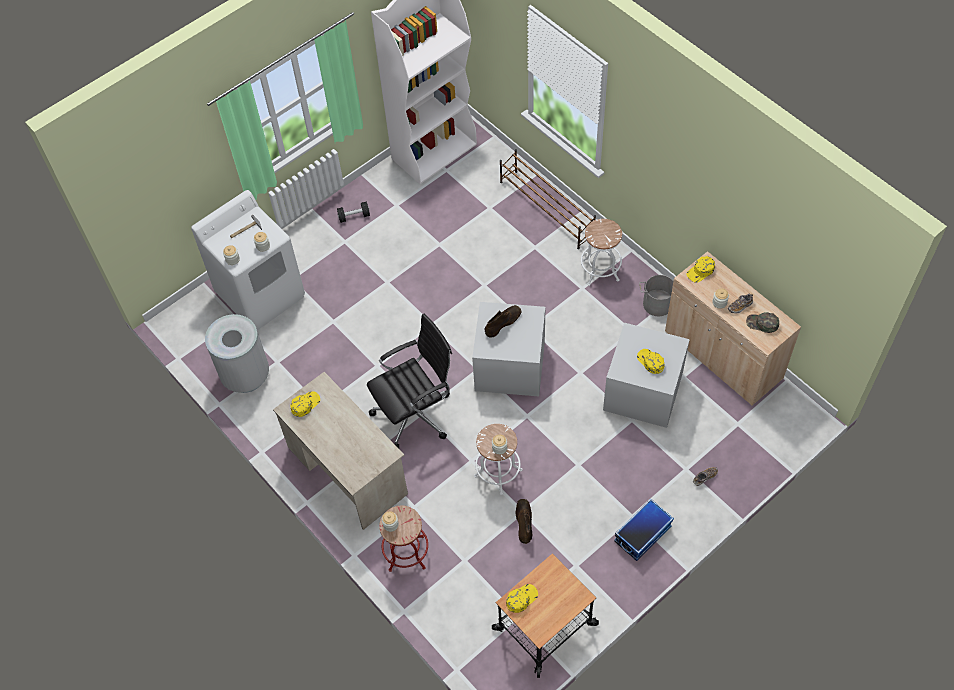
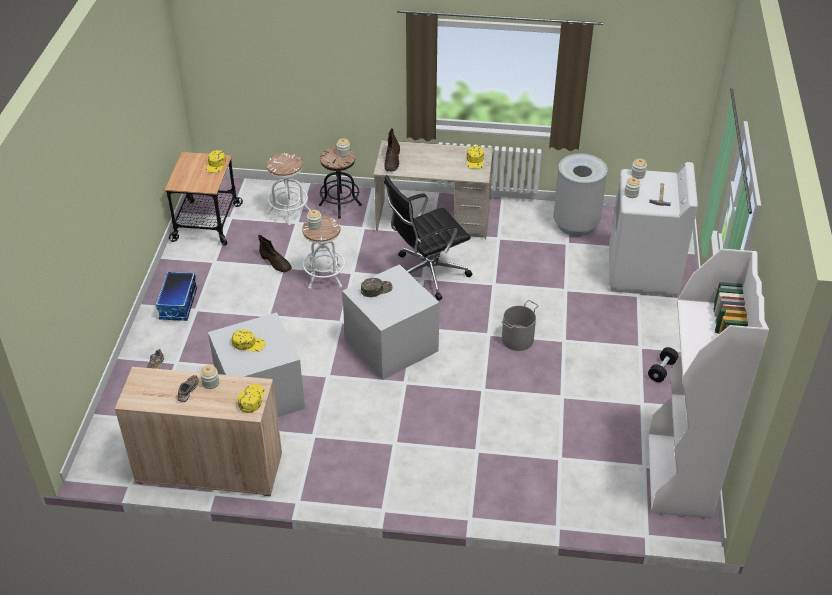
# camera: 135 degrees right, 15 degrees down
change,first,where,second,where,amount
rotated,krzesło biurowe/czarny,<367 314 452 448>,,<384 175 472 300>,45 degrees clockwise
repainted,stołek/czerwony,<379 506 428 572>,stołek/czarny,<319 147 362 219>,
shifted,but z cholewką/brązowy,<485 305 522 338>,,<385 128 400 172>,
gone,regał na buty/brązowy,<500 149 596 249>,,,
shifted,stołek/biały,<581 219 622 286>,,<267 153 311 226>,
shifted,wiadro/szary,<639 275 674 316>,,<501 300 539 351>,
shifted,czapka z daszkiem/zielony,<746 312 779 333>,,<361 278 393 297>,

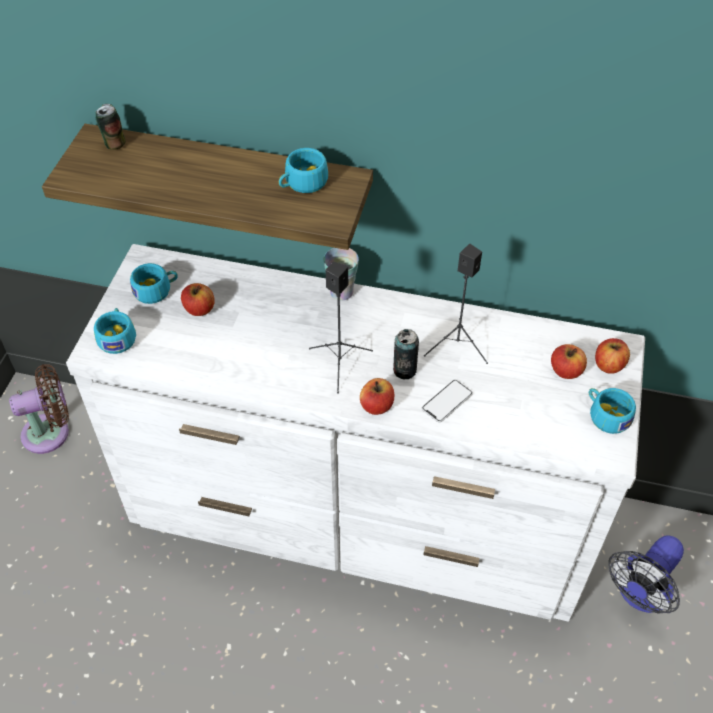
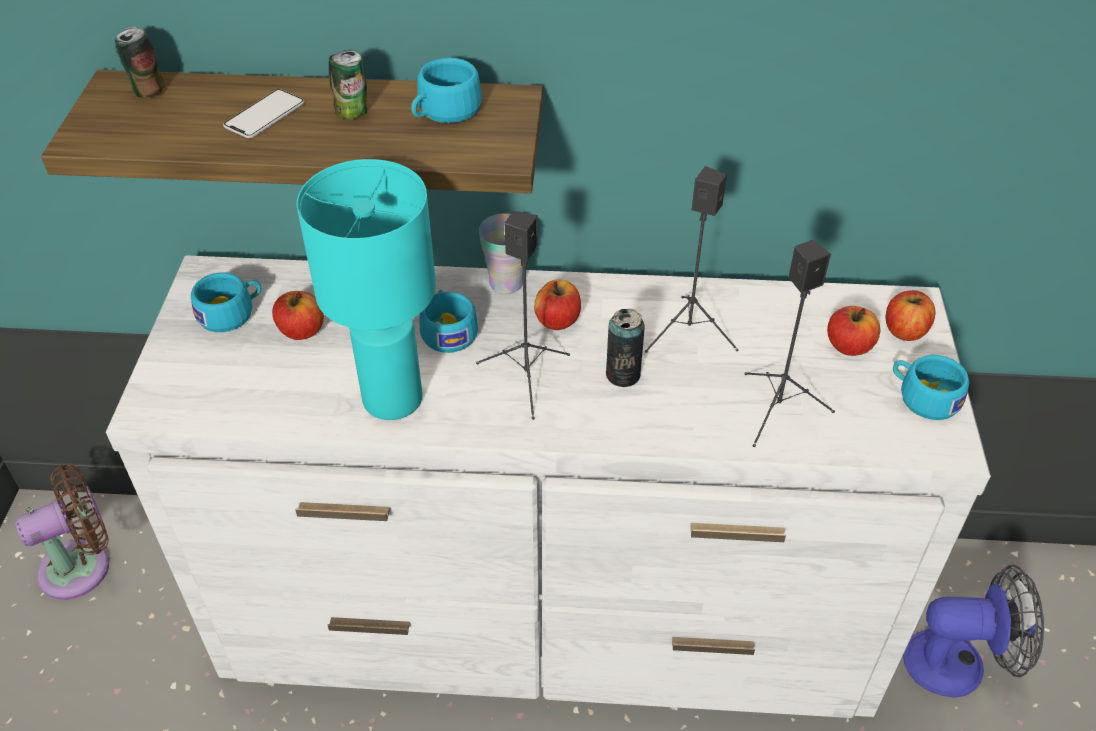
# camera: 10 degrees left, 5 degrees down
change,first,where,second,where,amount
shifted,filiżanka/turkusowy,<94 308 136 354>,,<419 289 478 353>,
shifted,jabłko,<360 378 394 415>,,<534 279 581 330>,
shifted,telefon,<422 380 473 422>,,<223 89 305 138>,
rotated,wentylator,<608 535 684 614>,,<903 565 1044 698>,120 degrees counterclockwise
new,,,lampa stołowa/turkusowy,<297 159 436 420>,
new,,,puszka,<329 50 367 119>,
new,,,głośnik/czarny,<745 240 835 447>,

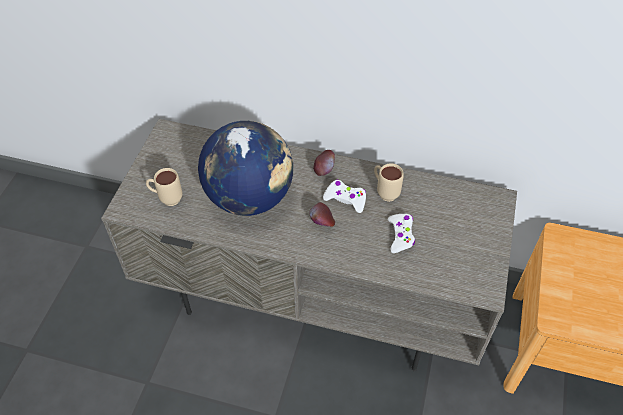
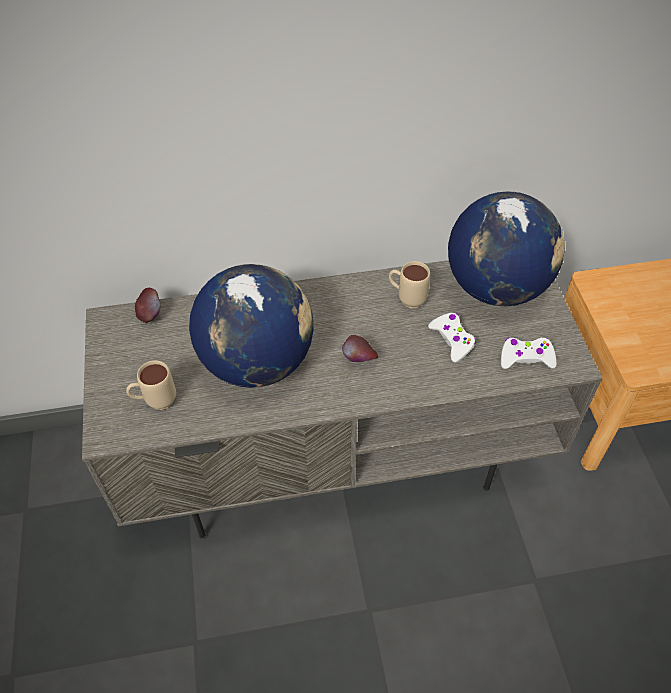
# camera: 25 degrees left, 0 degrees up
change,first,where,second,where,amount
shifted,jabłko,<313 150 335 176>,,<135 288 160 323>,
shifted,pad do gier/biały,<323 180 366 213>,,<501 338 556 369>,
new,,,globus,<448 192 565 306>,

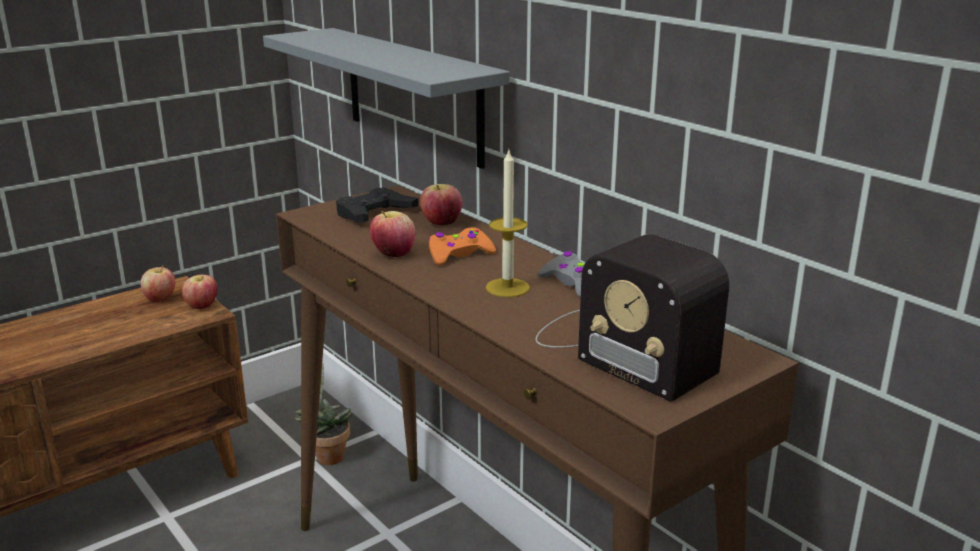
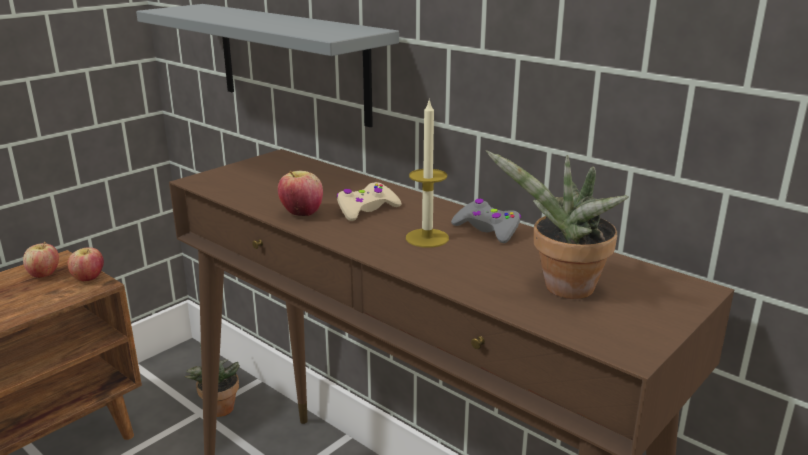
# camera: 10 degrees left, 0 degrees up
change,first,where,second,where,amount
gone,pad do gier/czarny,<336 187 419 223>,,,
gone,jabłko,<420 184 463 225>,,,
repainted,pad do gier/pomarańczowy,<429 227 496 265>,pad do gier/beżowy,<337 182 402 221>,
swapped,radio,<535 234 729 402>,roślina doniczkowa,<486 150 629 299>,

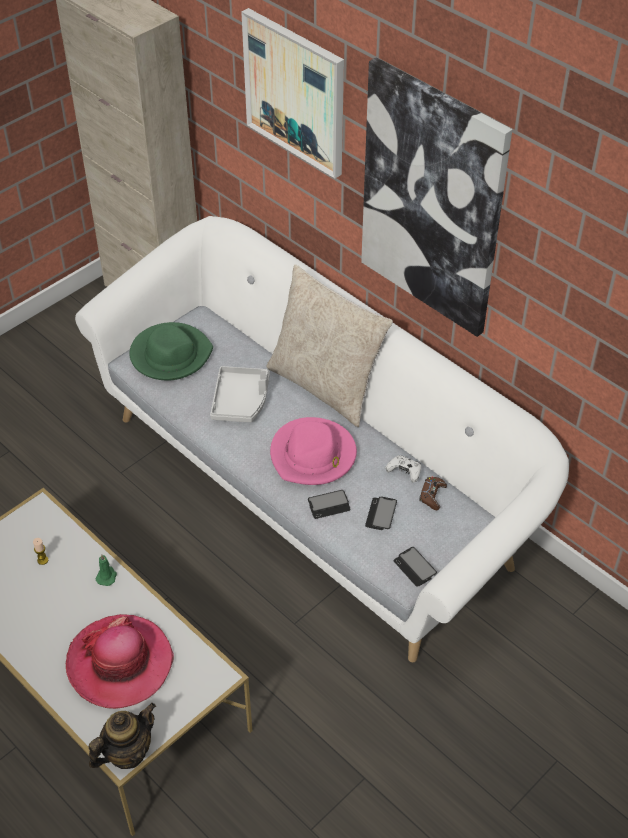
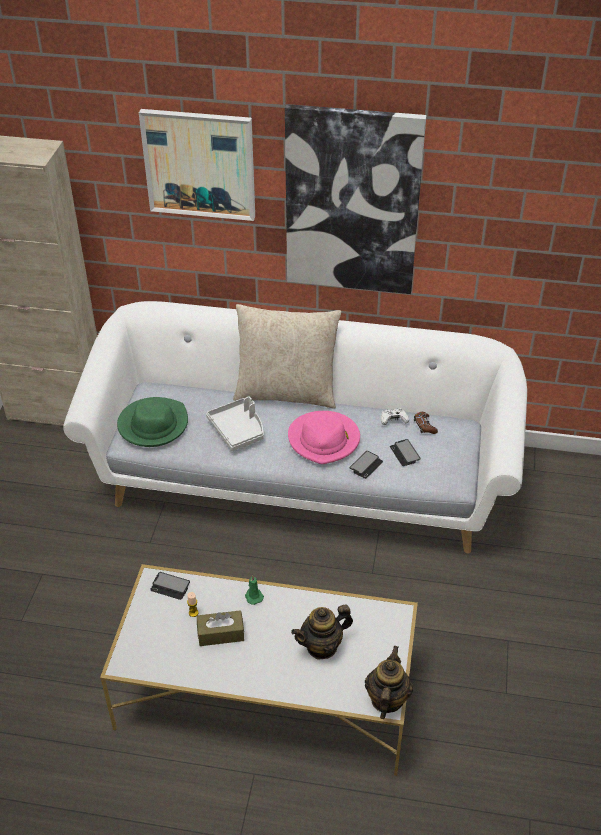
# camera: 35 degrees left, 5 degrees down
change,first,where,second,where,amount
swapped,kapelusz,<66 614 174 709>,imbryk,<291 604 353 659>,
shifted,telefon,<393 547 437 587>,,<150 572 190 600>,
new,,,pudełko chusteczek/brązowy,<197 610 244 646>,

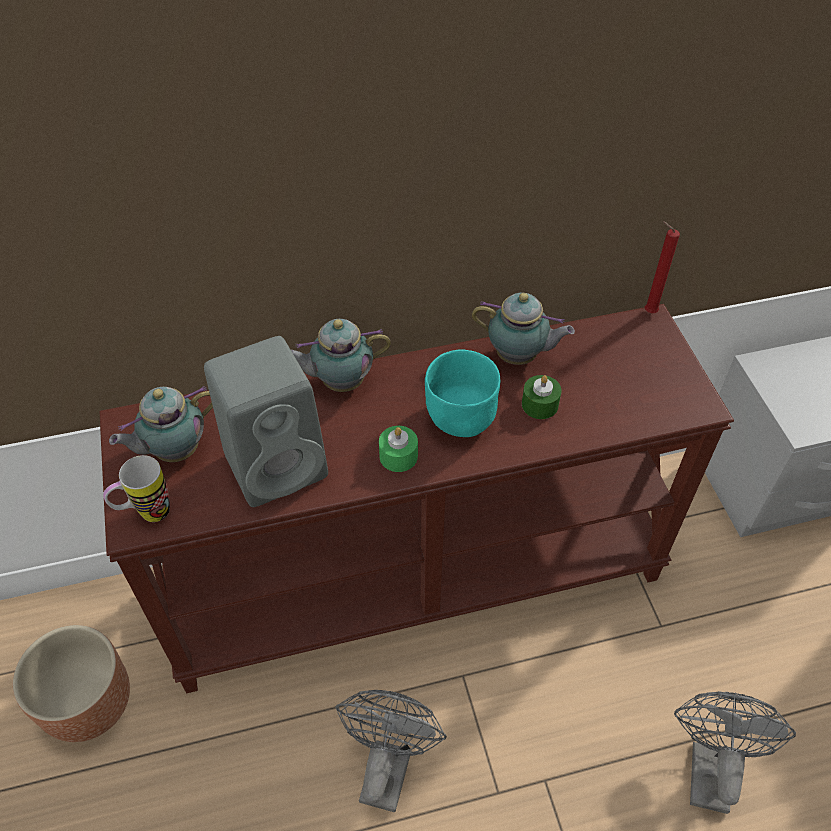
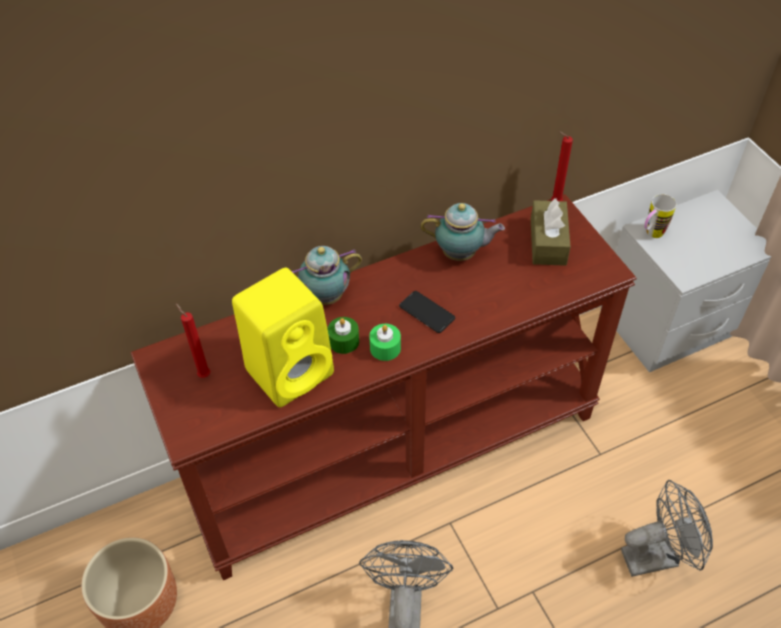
# camera: 10 degrees left, 0 degrees up
change,first,where,second,where,amount
shifted,kubek,<103 455 170 522>,,<644 194 676 238>,
swapped,imbryk,<109 386 213 462>,świeca/czerwony,<176 303 210 378>,
repainted,głośnik/szary,<204 336 328 507>,głośnik/żółty,<232 268 334 408>,
swapped,miska/turkusowy,<425 350 500 437>,telefon,<399 291 455 333>,
shifted,świeca/zielony,<522 375 561 419>,,<327 317 359 354>,
rotated,wentylator/szary,<674 691 796 814>,,<621 480 713 577>,75 degrees clockwise
new,,,pudełko chusteczek/brązowy,<531 198 571 266>,

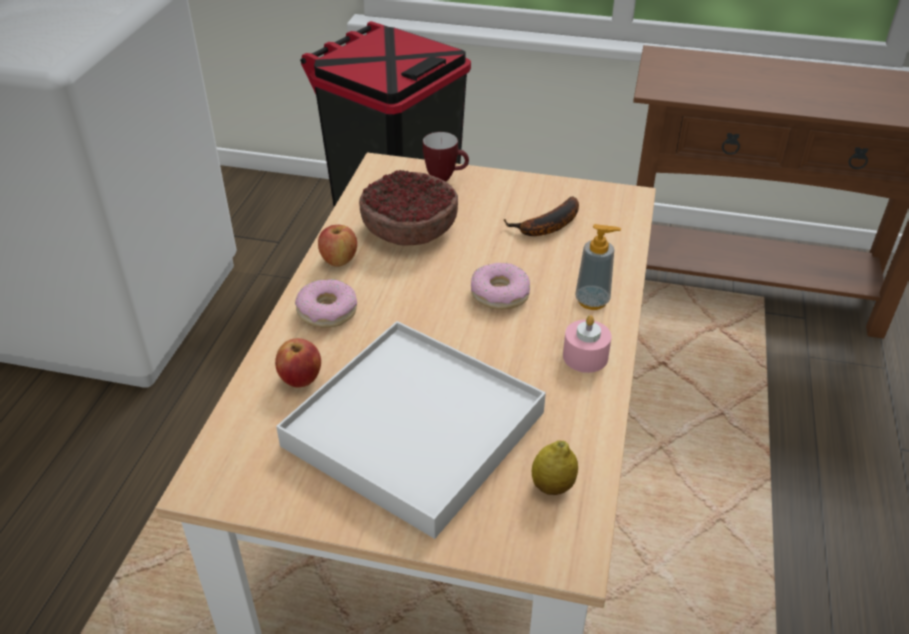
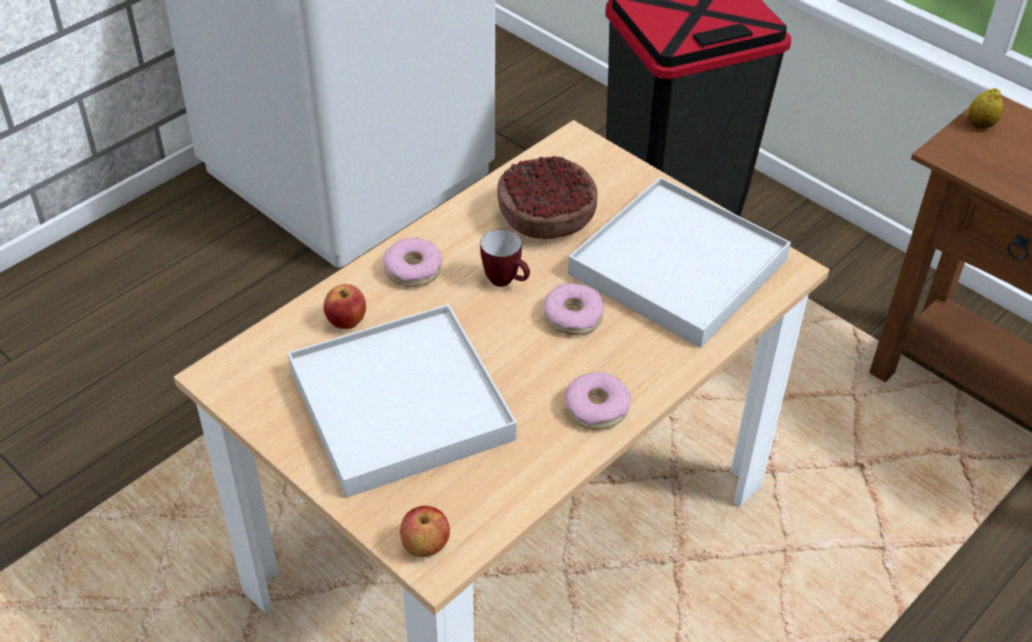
# camera: 30 degrees right, 5 degrees up
change,first,where,second,where,amount
shifted,jabłko,<318 225 357 267>,,<400 506 450 557>,
shifted,kubek,<423 132 469 182>,,<480 229 530 287>,
swapped,banan,<504 196 579 236>,taca/biały,<568 177 791 348>,
shifted,cytryna,<532 440 578 495>,,<968 88 1004 128>,
swapped,świeca/różowy,<563 315 612 373>,donut,<565 372 631 430>,
gone,dozownik mydła,<575 224 621 310>,,,

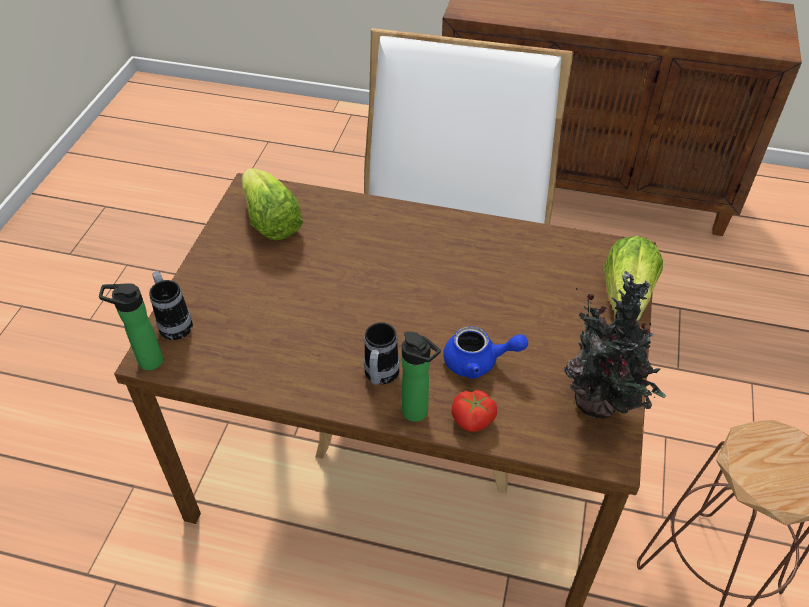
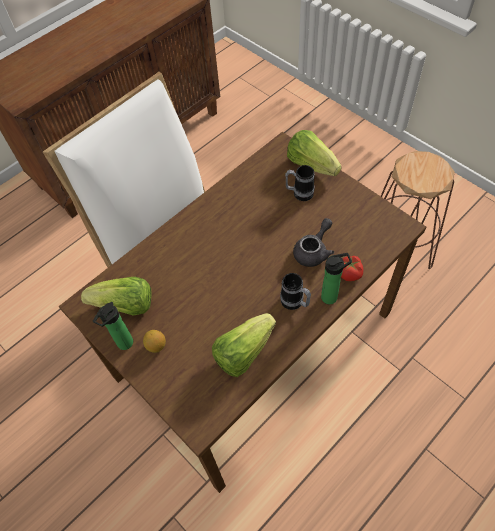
# camera: 55 degrees left, 10 degrees up
change,first,where,second,where,amount
shifted,butelka,<99 283 163 371>,,<93 302 133 350>,
shifted,kubek,<149 271 193 340>,,<285 165 315 201>,
repainted,imbryk/niebieski,<444 326 528 379>,imbryk/szary,<293 218 334 267>,
gone,roślina doniczkowa,<564 270 667 418>,,,
new,,,cytryna,<143 330 166 353>,
new,,,sałata,<212 313 276 377>,

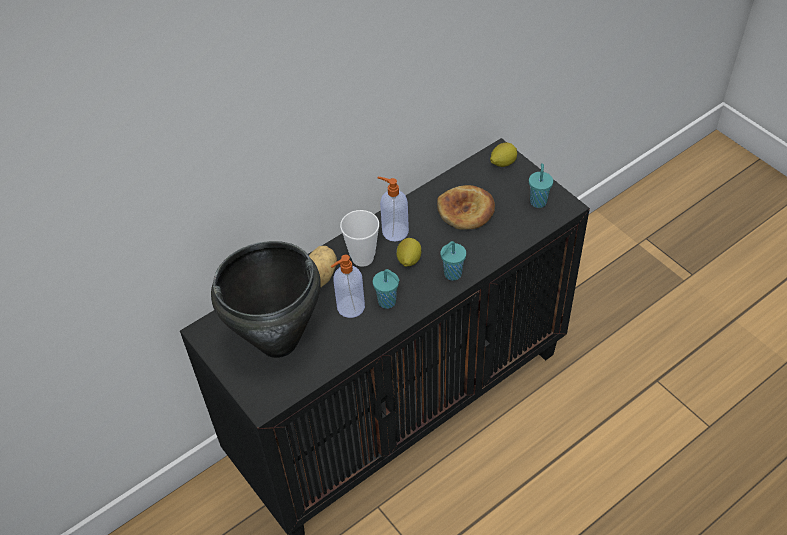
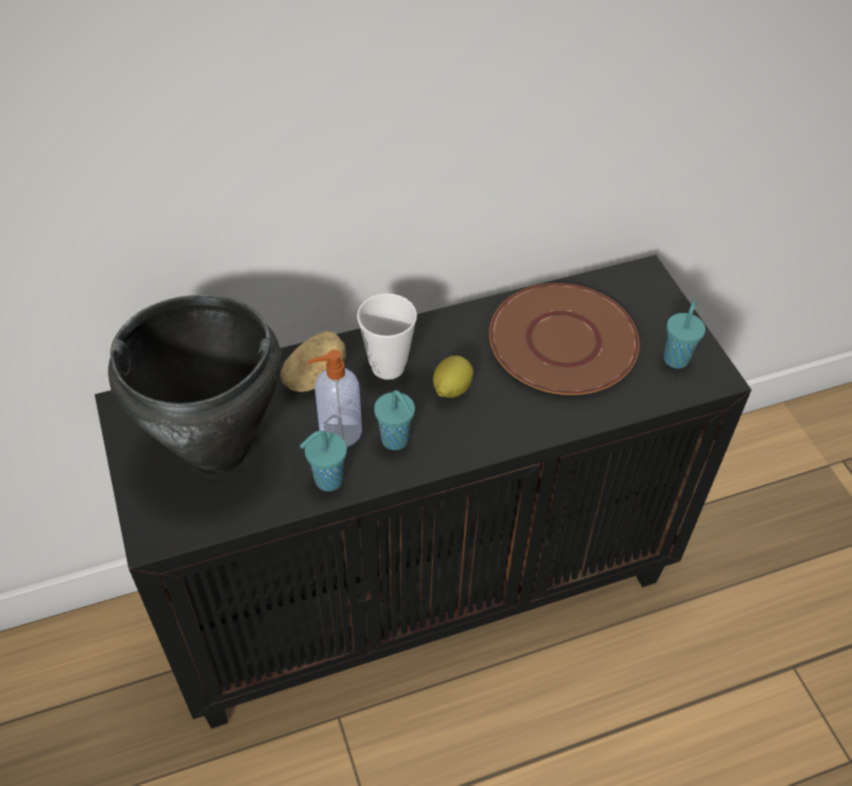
# camera: 15 degrees right, 0 degrees up
change,first,where,second,where,amount
gone,dozownik mydła,<377 177 409 242>,,,
swapped,chleb,<437 185 495 229>,talerz/brązowy,<489 283 640 395>,
shifted,filiżanka/turkusowy,<441 241 466 281>,,<300 430 347 491>,
gone,cytryna,<490 143 517 167>,,,

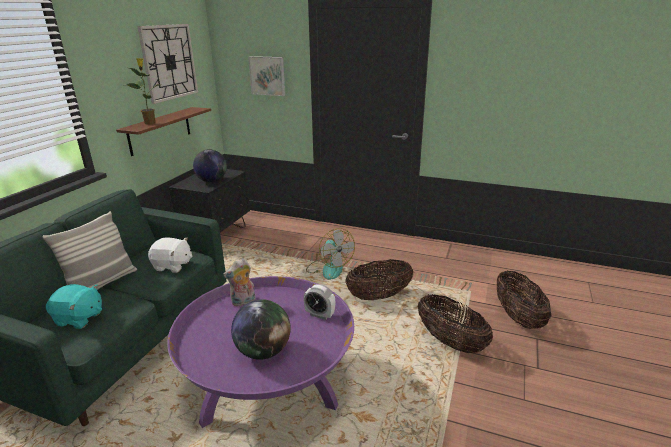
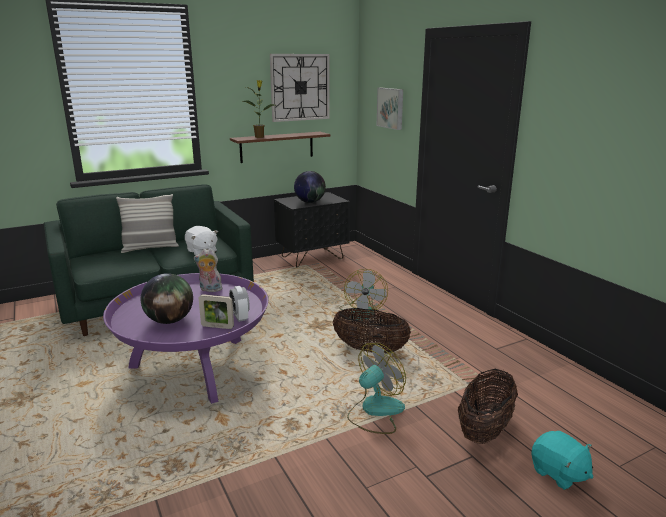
# camera: 40 degrees right, 5 degrees down
change,first,where,second,where,amount
shifted,pluszak/turkusowy,<46 284 102 329>,,<531 431 593 490>,
swapped,koszyk,<417 294 493 353>,wentylator,<347 343 406 434>,
new,,,ramka na zdjęcie,<199 294 234 329>,

